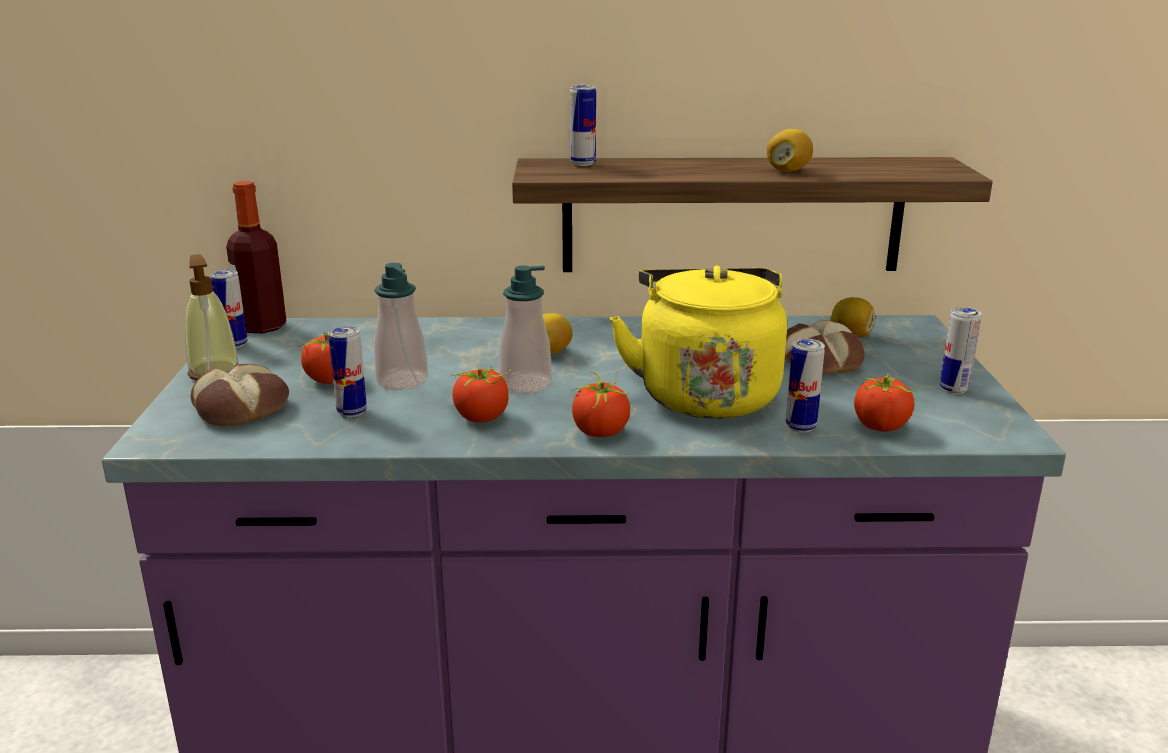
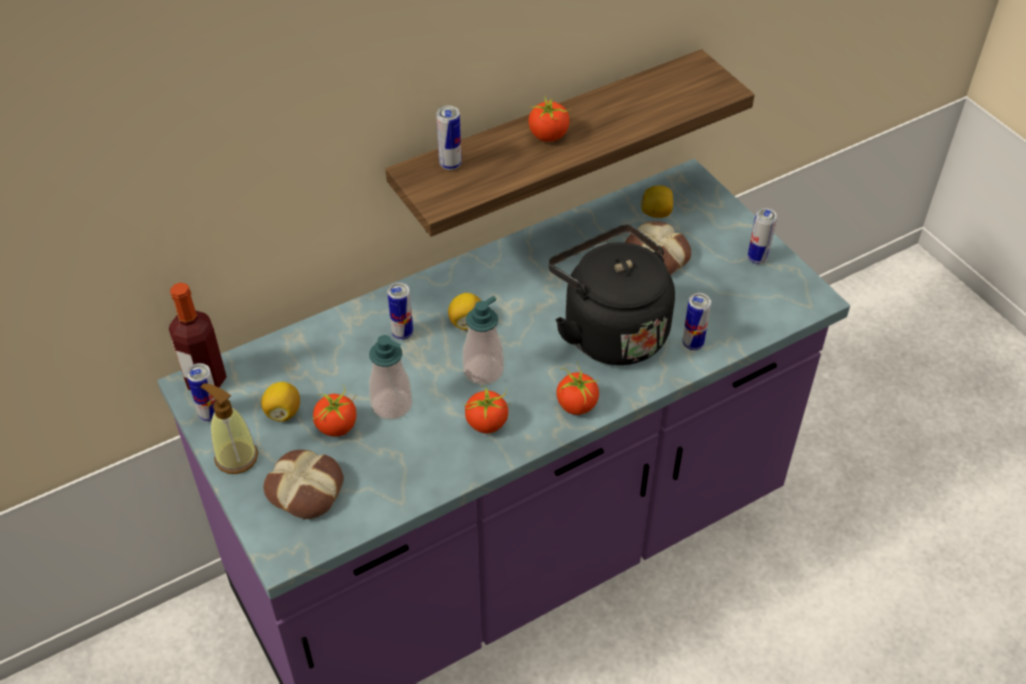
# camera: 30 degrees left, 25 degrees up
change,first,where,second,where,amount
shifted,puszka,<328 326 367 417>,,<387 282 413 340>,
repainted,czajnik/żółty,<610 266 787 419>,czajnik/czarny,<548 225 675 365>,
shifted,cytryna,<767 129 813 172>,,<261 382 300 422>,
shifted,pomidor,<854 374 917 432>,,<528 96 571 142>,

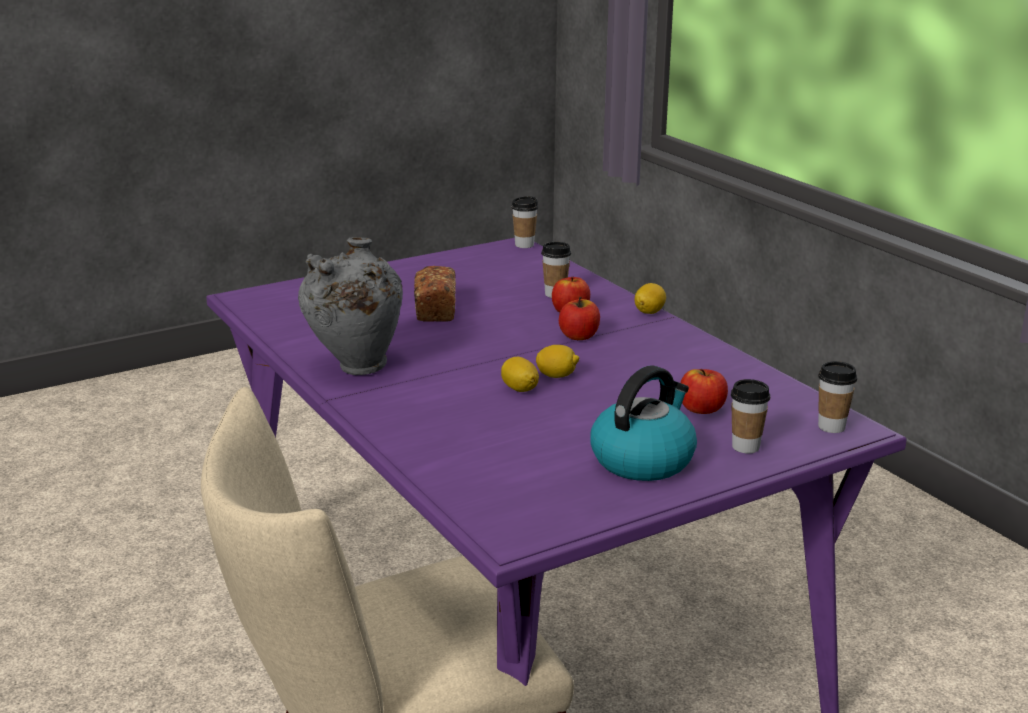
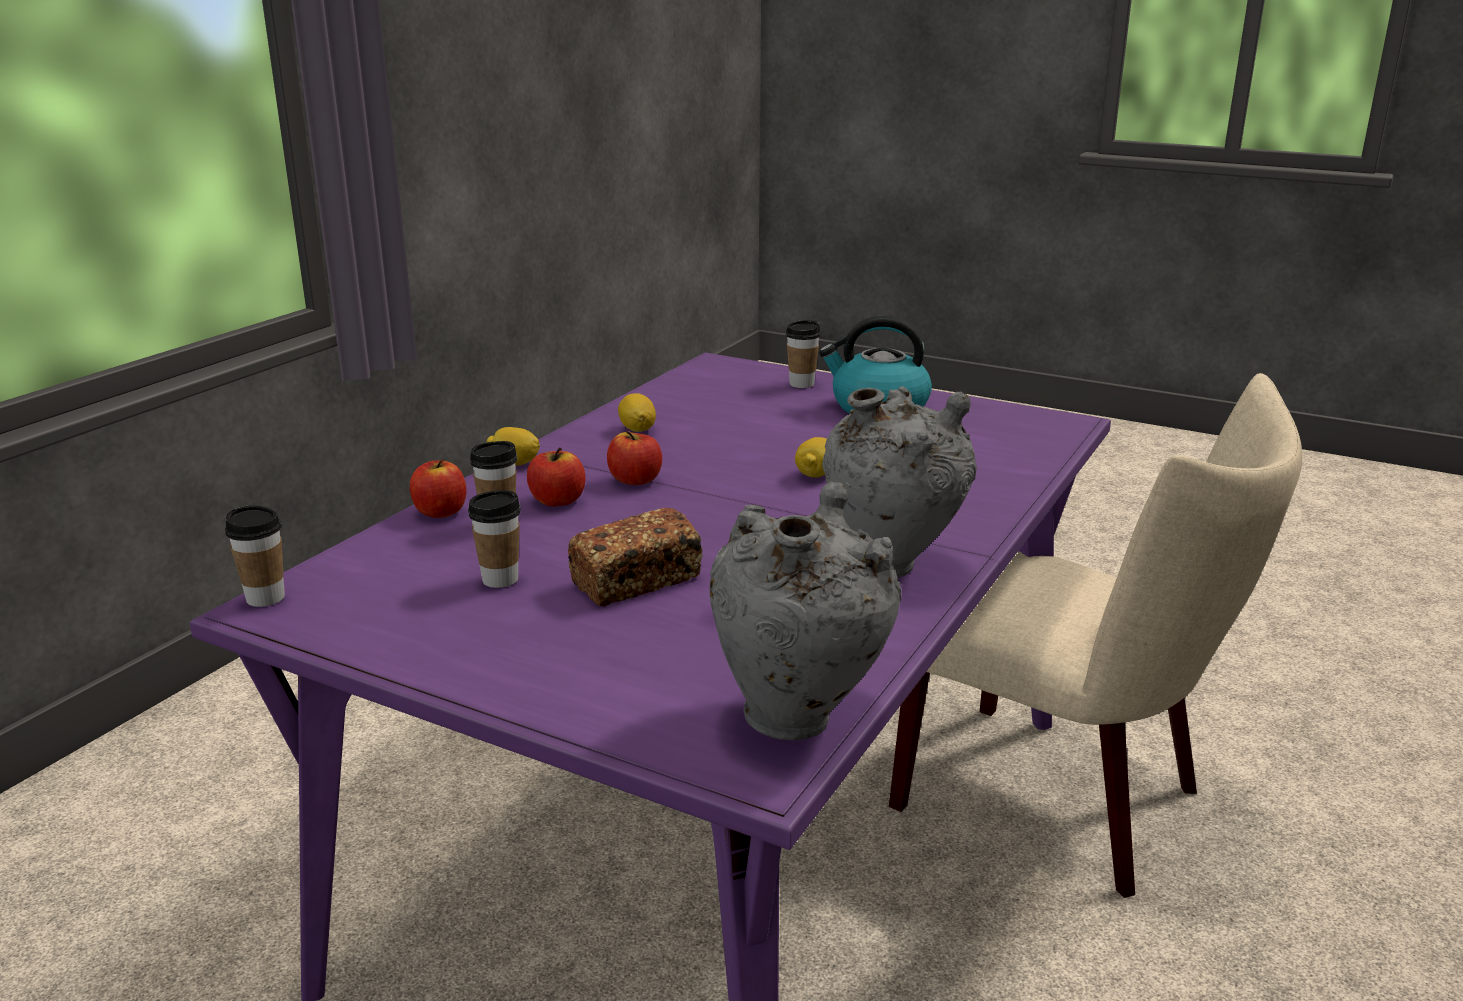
# camera: 120 degrees left, 0 degrees up
change,first,where,second,where,amount
shifted,cytryna,<536 345 579 378>,,<618 393 656 432>,
shifted,jabłko,<680 369 728 414>,,<410 459 466 518>,
shifted,filiżanka,<818 361 857 433>,,<468 490 521 588>,
new,,,wazon/szary,<709 481 902 740>,

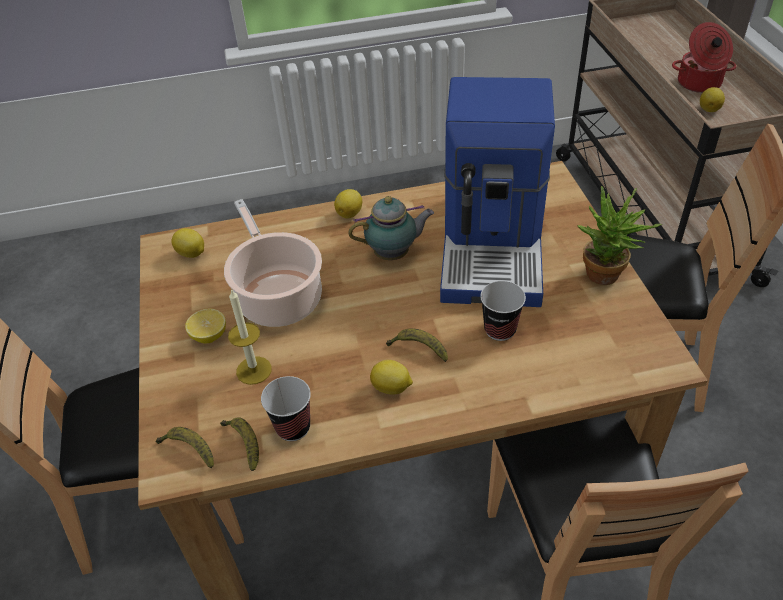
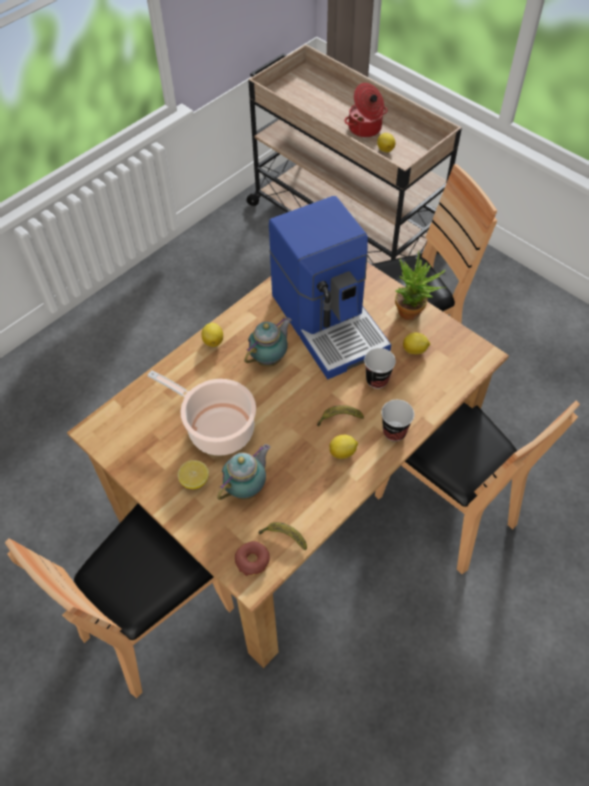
# camera: 35 degrees left, 10 degrees up
change,first,where,second,where,amount
swapped,banan,<156 427 214 468>,donut,<235 541 270 576>,
shifted,cytryna,<171 228 204 258>,,<403 332 430 354>,
swapped,świeca,<228 289 272 385>,imbryk,<217 444 271 500>,
shifted,filiżanka,<261 376 311 441>,,<381 400 414 442>,

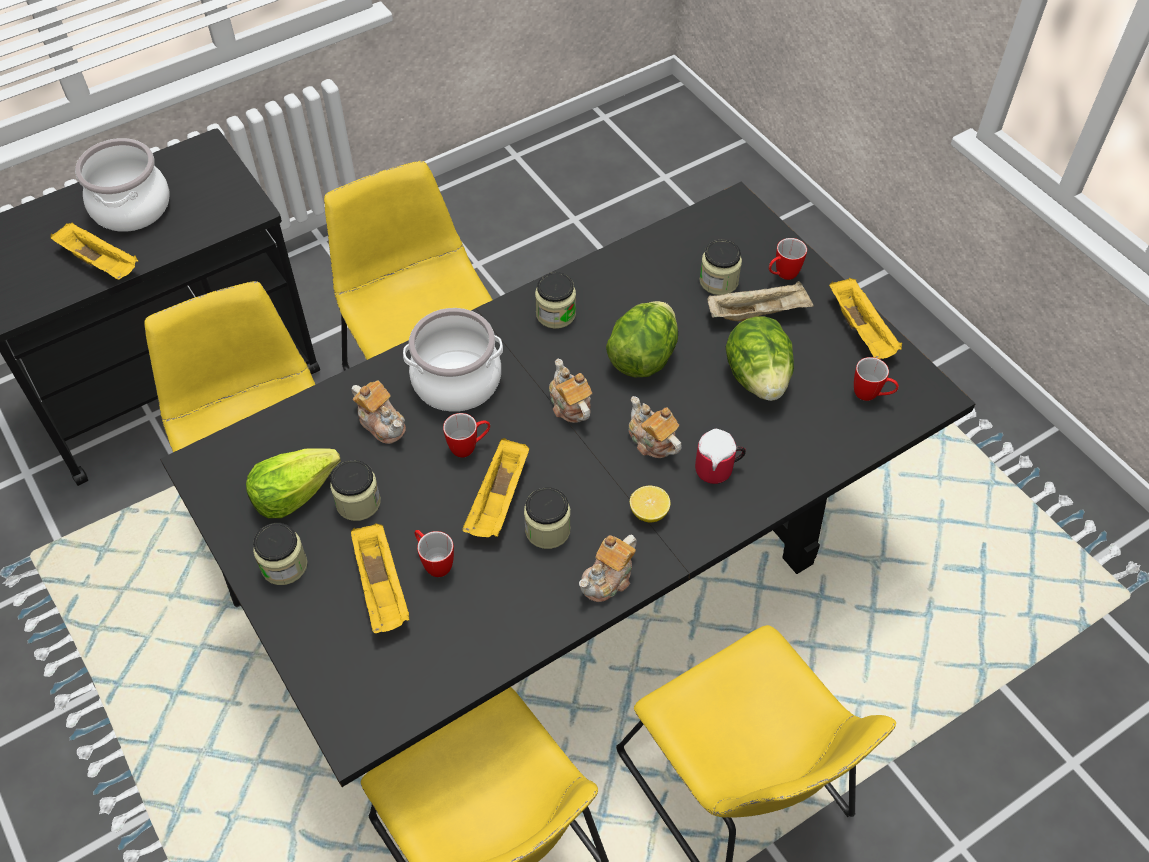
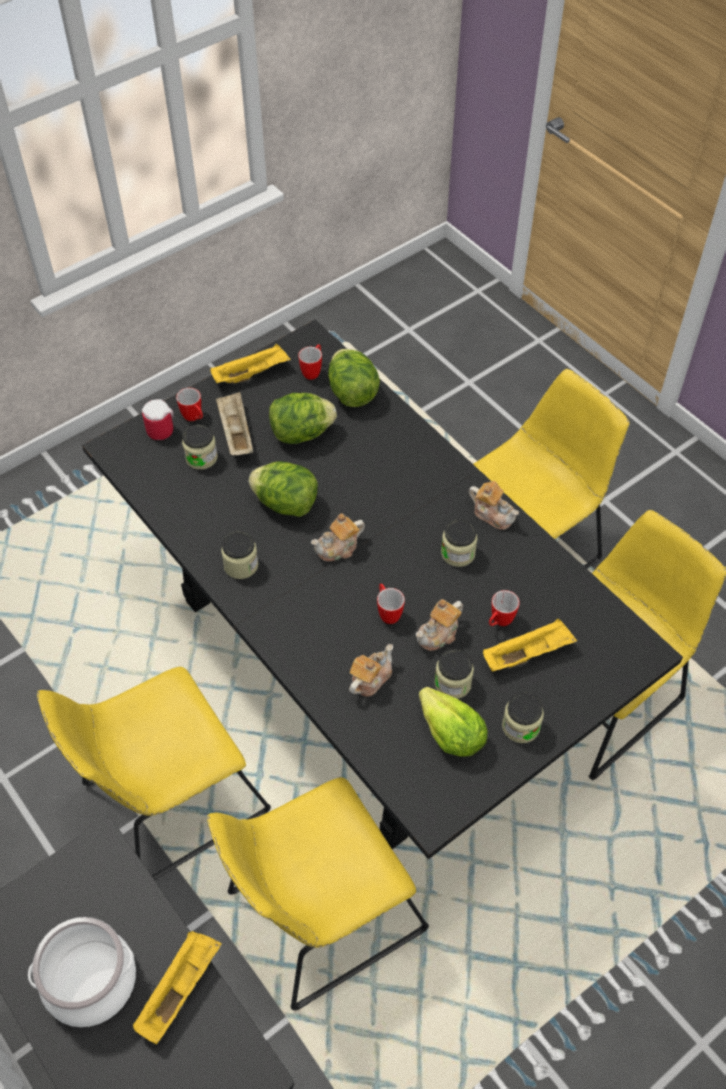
# camera: 95 degrees left, 0 degrees up
change,first,where,second,where,amount
gone,garnek,<403 308 503 412>,,,
gone,taca/żółty,<463 438 529 537>,,,
shifted,imbryk,<629 396 682 458>,,<416 599 463 651>,
gone,cytryna,<630 486 670 522>,,,
shifted,kubek,<695 429 746 484>,,<142 399 174 440>,
new,,,sałata,<328 349 380 407>,

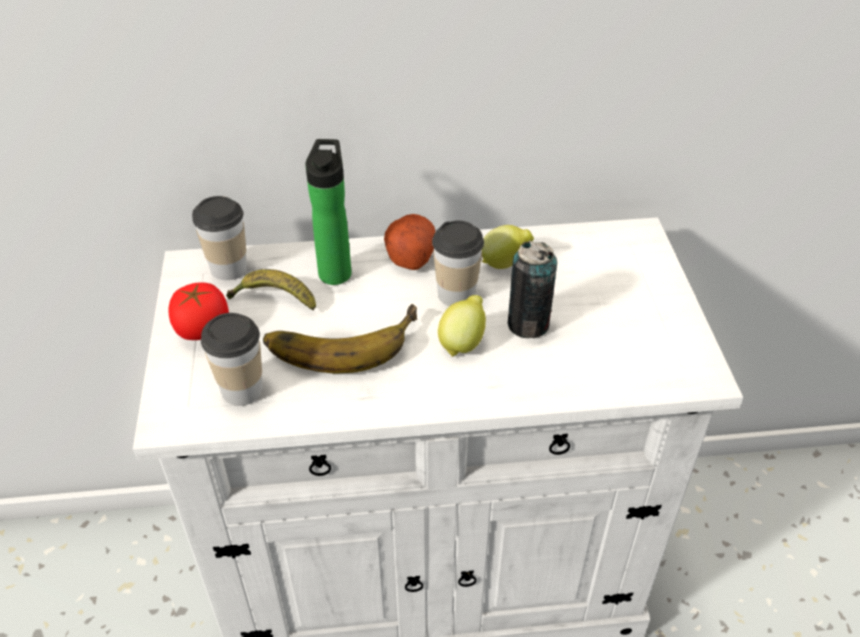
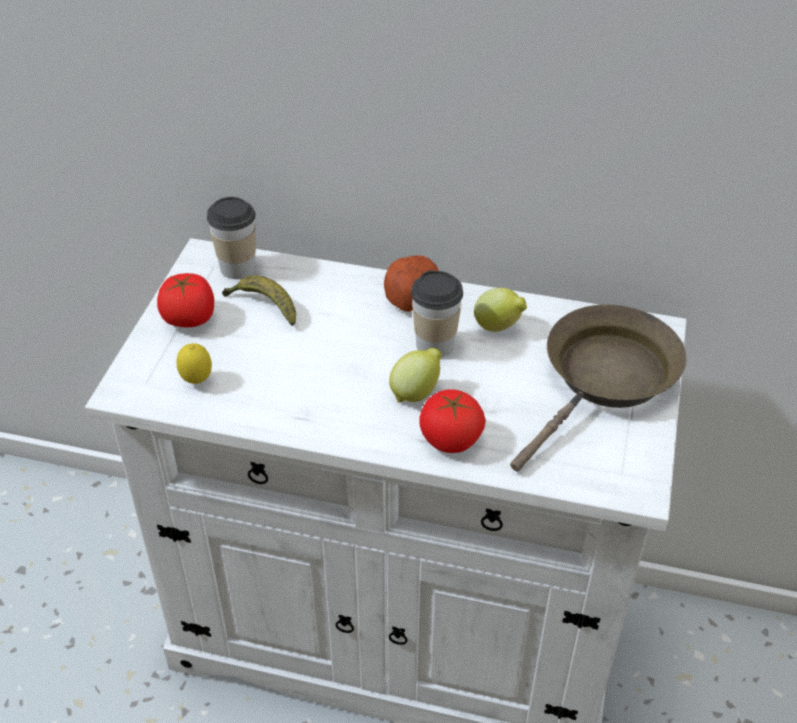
# camera: 20 degrees right, 0 degrees up
change,first,where,second,where,amount
swapped,filiżanka,<201 313 263 406>,cytryna,<177 343 212 384>,
gone,banan,<263 304 417 373>,,,
gone,butelka,<305 139 352 285>,,,
gone,puszka,<508 240 557 338>,,,
new,,,pomidor,<419 389 486 453>,
new,,,patelnia/brązowy,<510 304 686 472>,

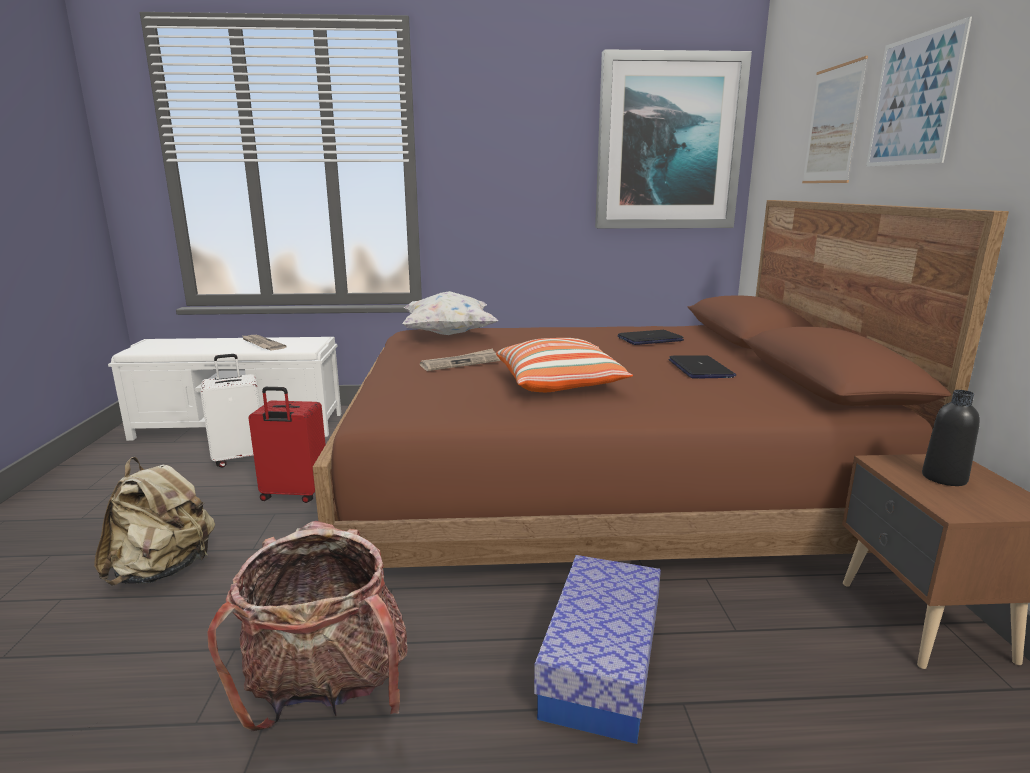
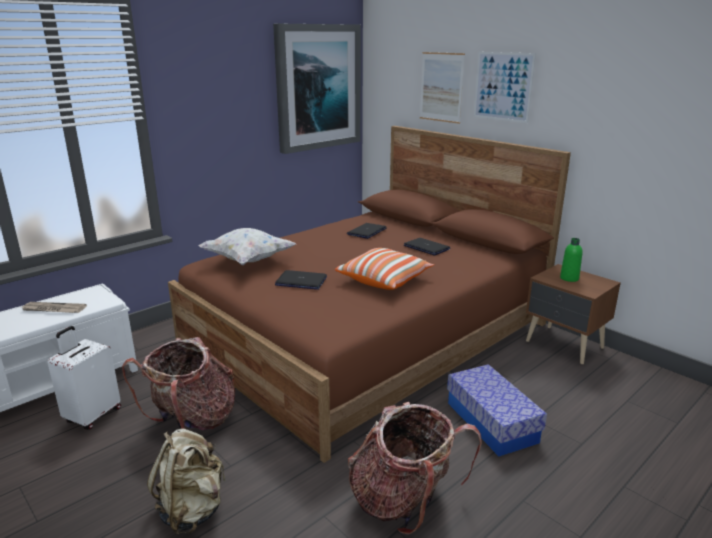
# camera: 40 degrees left, 5 degrees up
change,first,where,second,where,amount
swapped,walizka/czerwony,<249 387 326 503>,plecak,<122 337 235 430>,
swapped,gazeta,<420 349 501 371>,laptop,<275 270 327 290>,
repainted,butelka/czarny,<922 390 980 486>,butelka/zielony,<560 238 582 282>,

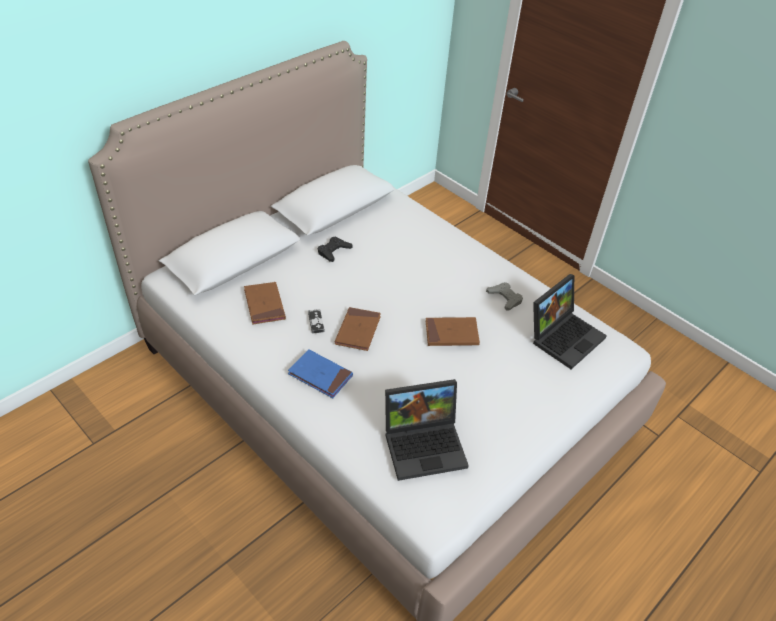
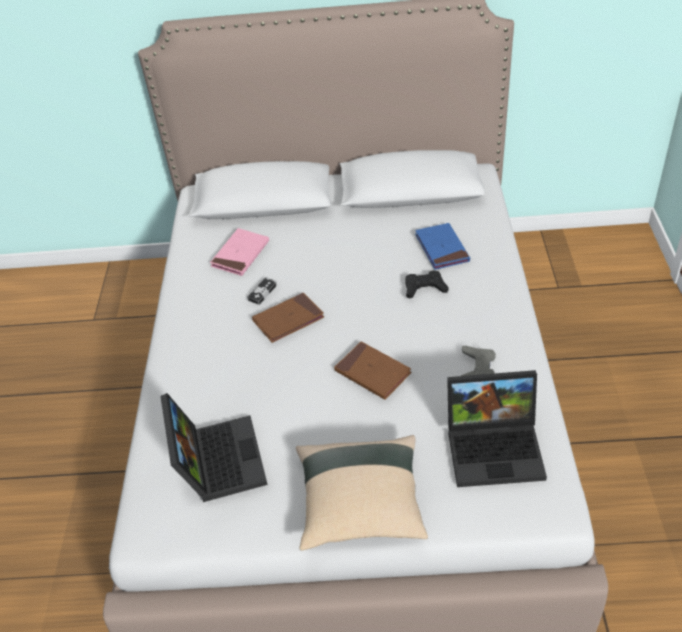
# camera: 50 degrees right, 0 degrees up
change,first,where,second,where,amount
repainted,książka/brązowy,<244 282 286 324>,książka/różowy,<210 228 269 276>,
shifted,książka/niebieski,<288 349 353 398>,,<415 223 470 270>,
shifted,pad do gier/czarny,<318 236 353 262>,,<405 270 449 299>,
rotated,laptop,<385 379 469 481>,,<160 393 268 502>,135 degrees counterclockwise
new,,,poduszka/beżowy,<296 435 428 551>,

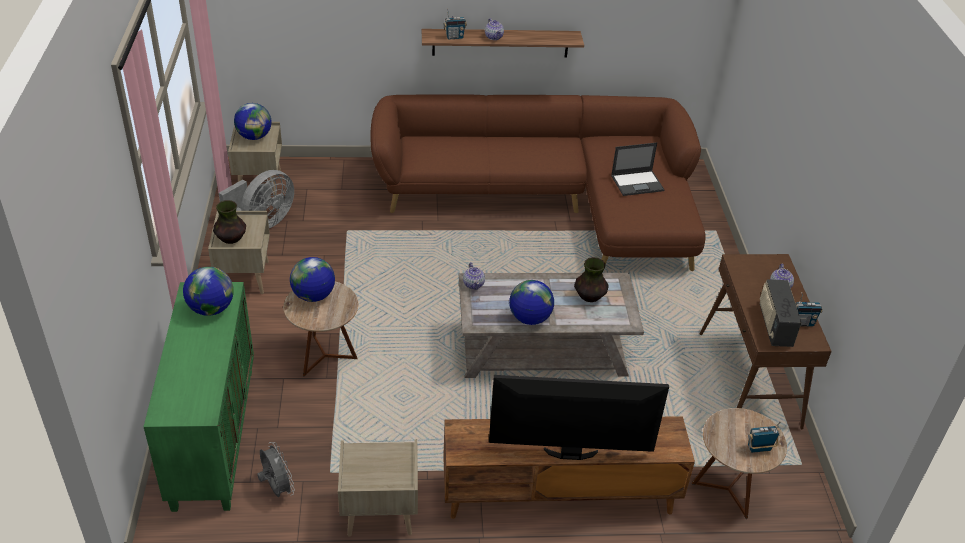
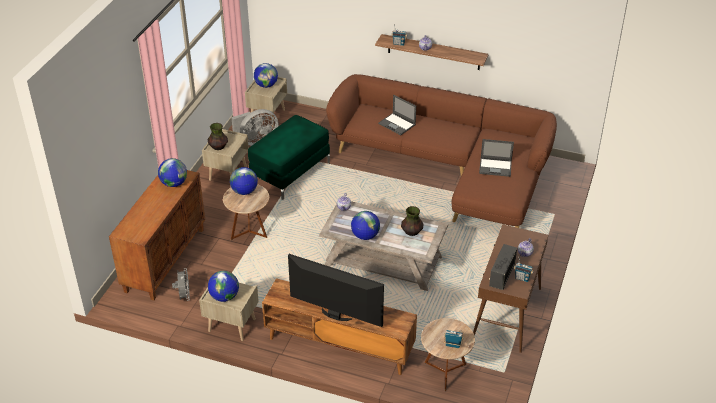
# camera: 25 degrees right, 0 degrees up
change,first,where,second,where,amount
repainted,szafka/zielony,<144 282 254 512>,szafka/brązowy,<109 170 205 301>,
new,,,globus,<208 271 239 302>,
new,,,pufa/zielony,<248 115 330 200>,
new,,,laptop,<378 94 416 135>,

